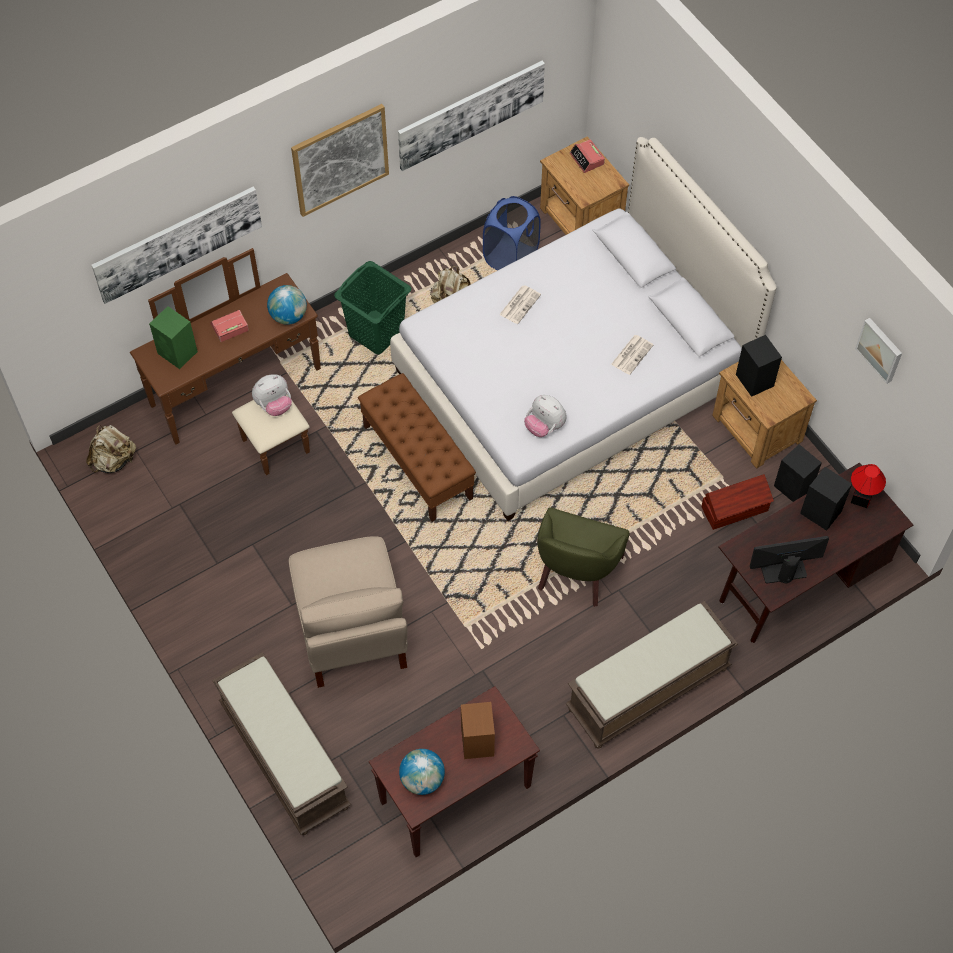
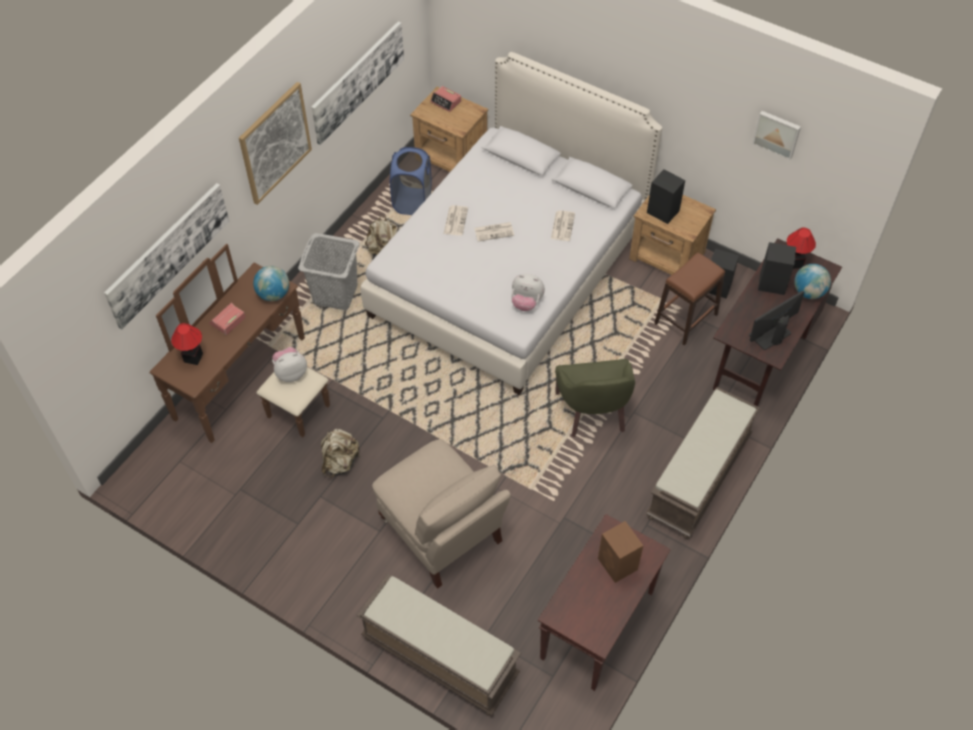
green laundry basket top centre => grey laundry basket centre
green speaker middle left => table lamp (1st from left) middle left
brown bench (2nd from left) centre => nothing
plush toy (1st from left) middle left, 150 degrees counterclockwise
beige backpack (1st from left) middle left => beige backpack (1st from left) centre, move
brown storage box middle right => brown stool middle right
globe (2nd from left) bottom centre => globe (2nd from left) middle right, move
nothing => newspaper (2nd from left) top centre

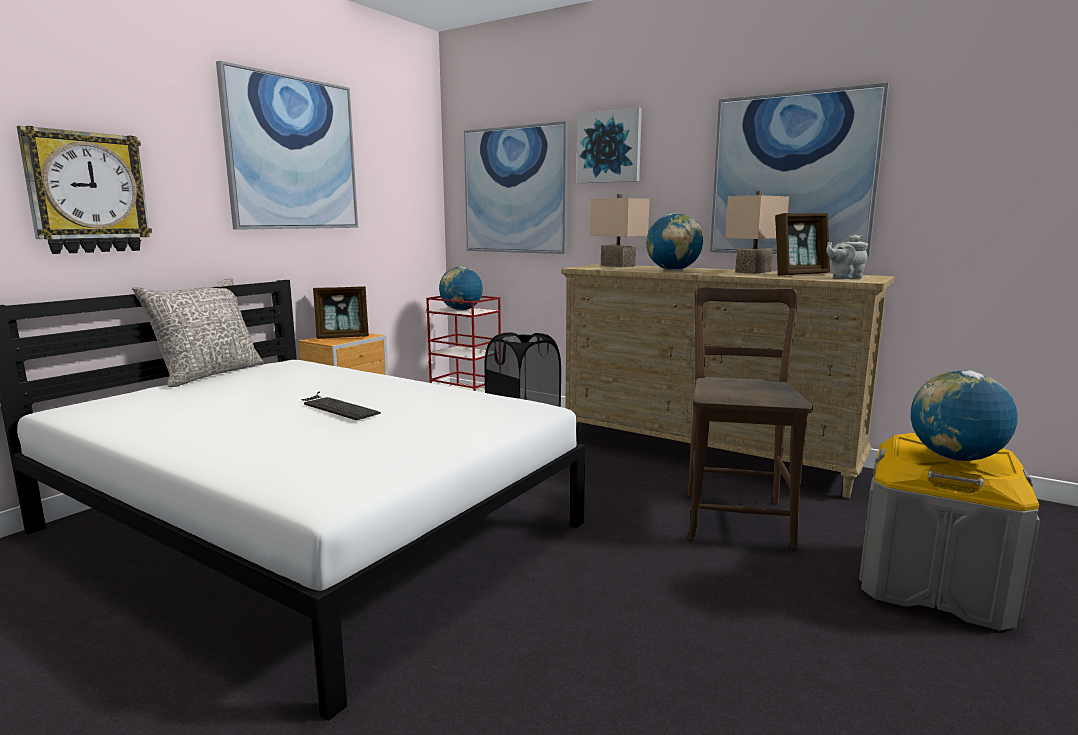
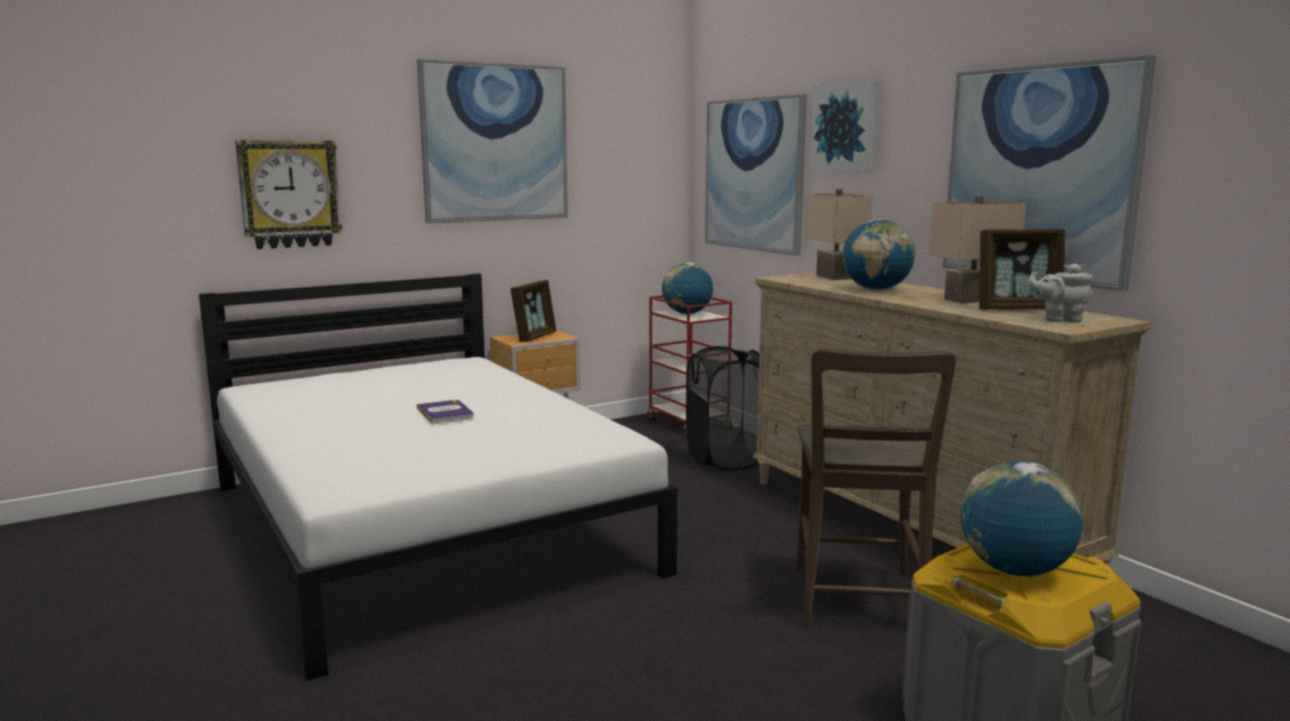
grey pillow middle left => nothing
picture frame (1st from left) middle left => picture frame (1st from left) centre, 75 degrees counterclockwise
brown chair middle right => brown chair bottom right, 150 degrees clockwise
keyboard middle left => book centre

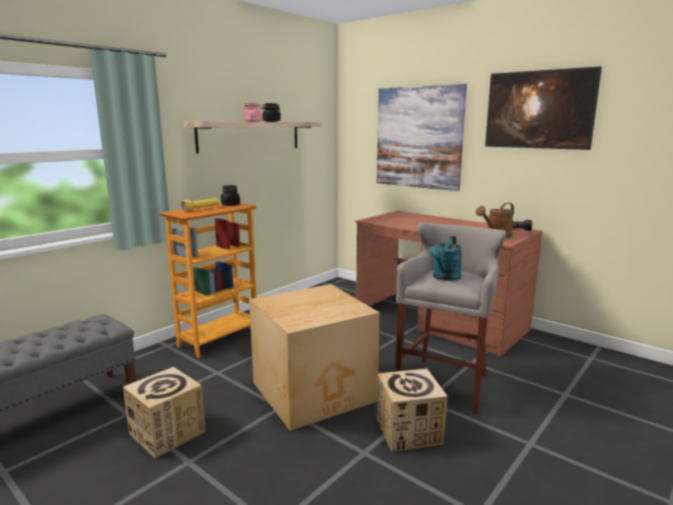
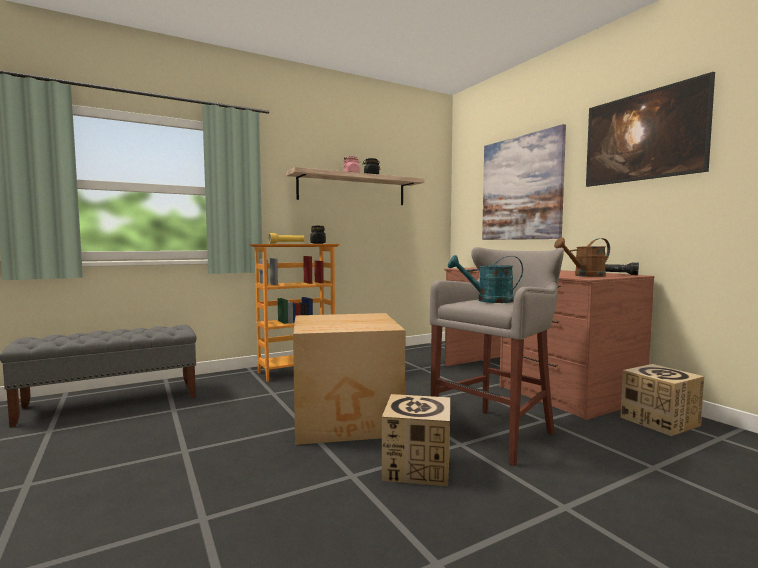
turquoise watering can centre, 45 degrees clockwise
cardboard box (1st from left in the first image) bottom left => cardboard box (3rd from left) bottom right, move

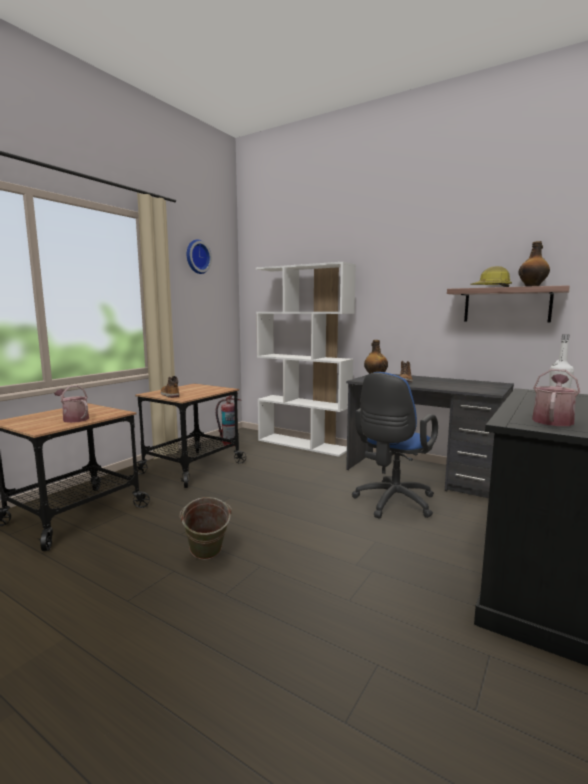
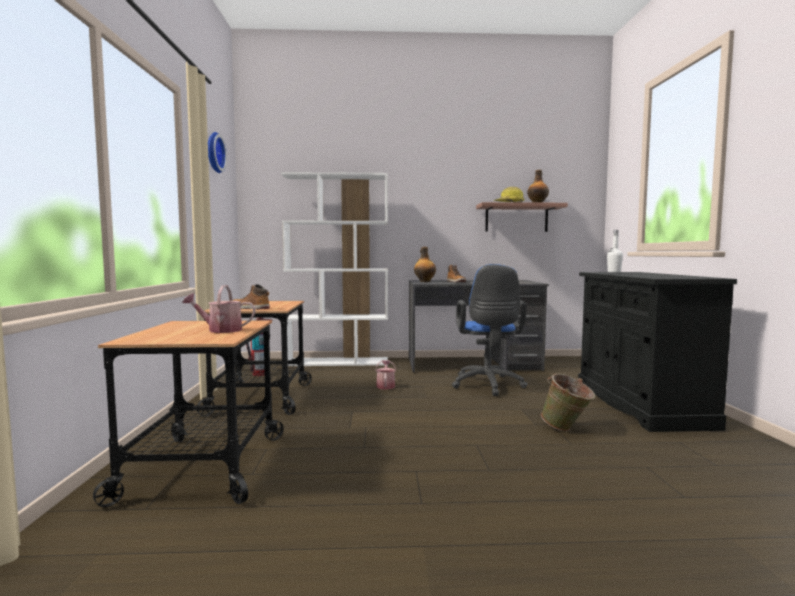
watering can (2nd from left) middle right => watering can (2nd from left) centre, move
green bucket bottom centre => green bucket bottom right, move

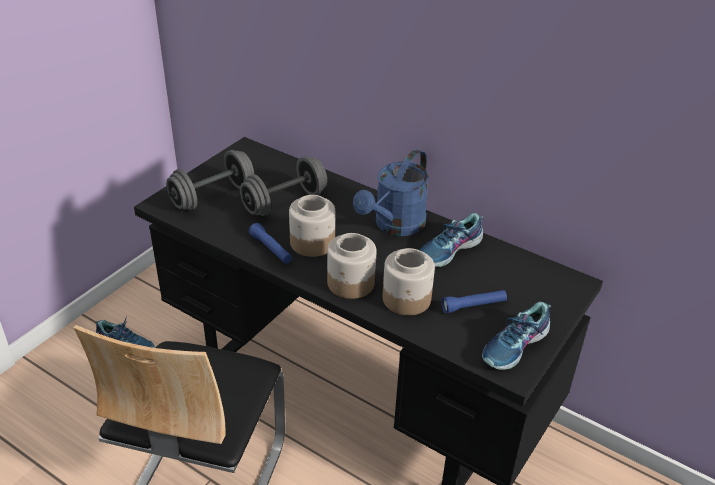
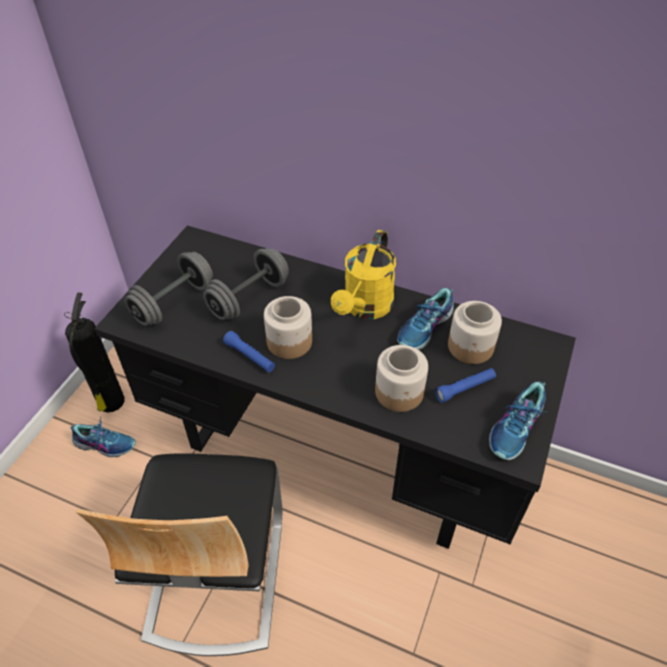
blue watering can centre => yellow watering can centre
jar (2nd from left in the first image) centre => jar (3rd from left) middle right, move
nothing => fire extinguisher middle left

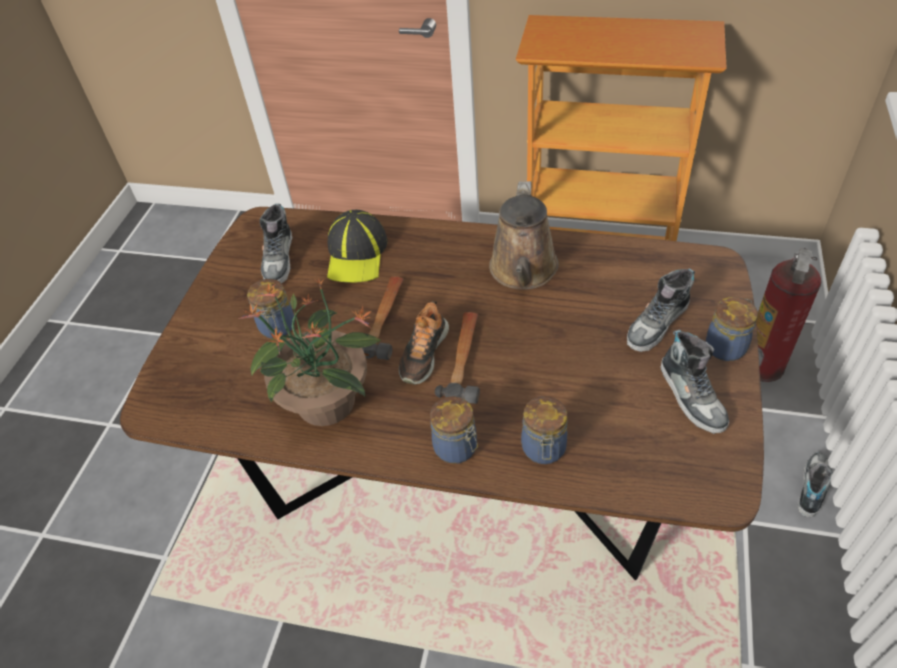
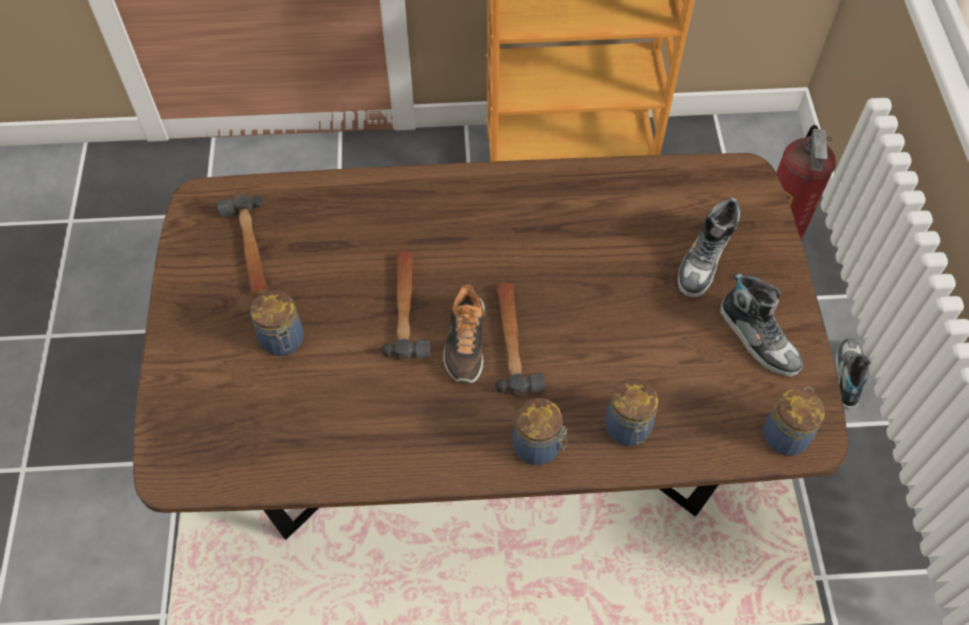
brown watering can centre => nothing
shoe (1st from left) middle left => hammer (1st from left) middle left
cap centre => nothing
potted plant centre => nothing
jar (4th from left) middle right => jar (4th from left) bottom right, move

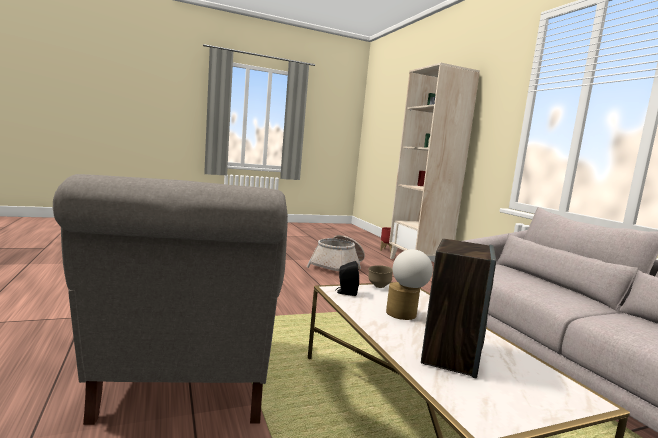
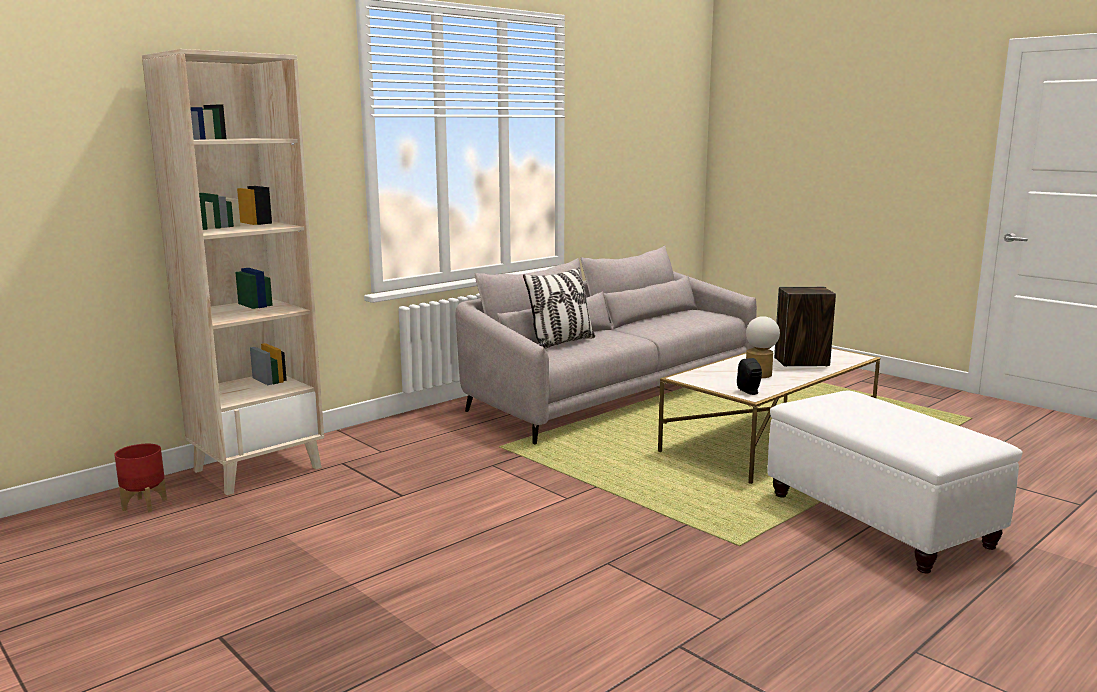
grey armchair bottom left => white ottoman bottom right
basket centre => nothing
brown bowl centre => nothing
nothing => pillow centre

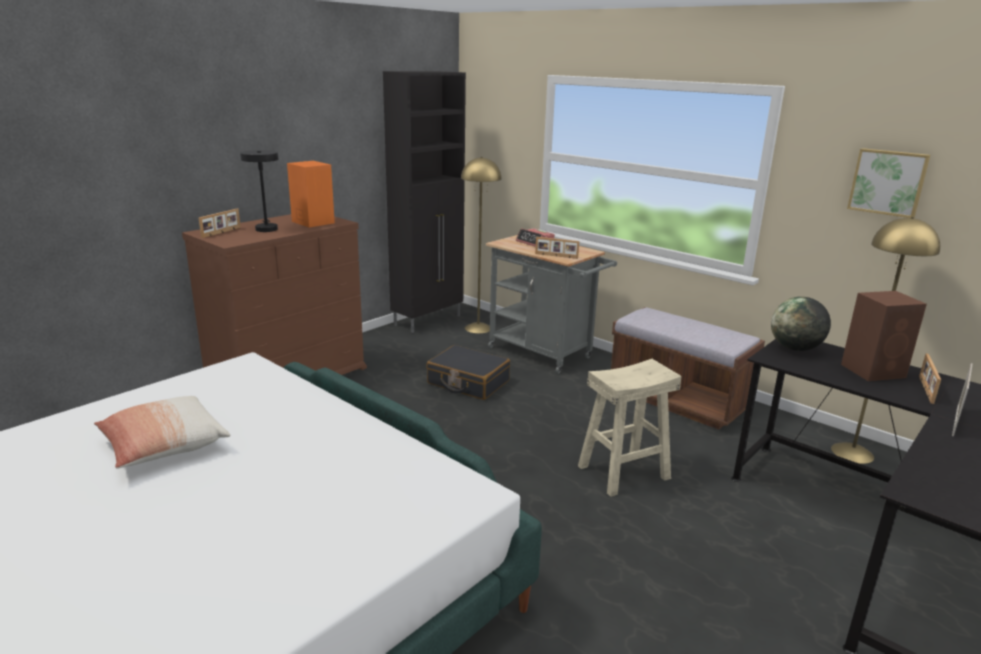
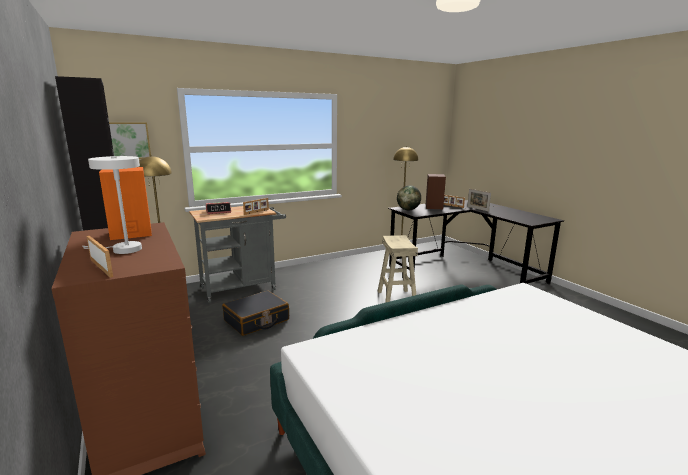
picture top right => picture top left, move
black table lamp top left => white table lamp middle left
brown bench middle right => nothing
pillow middle left => nothing

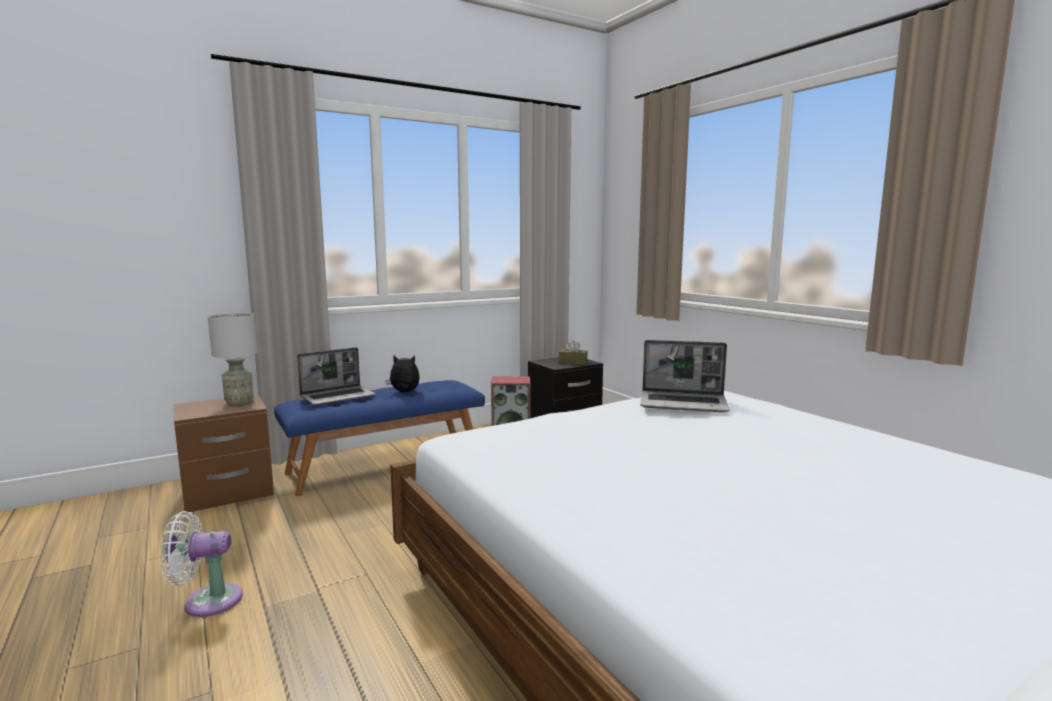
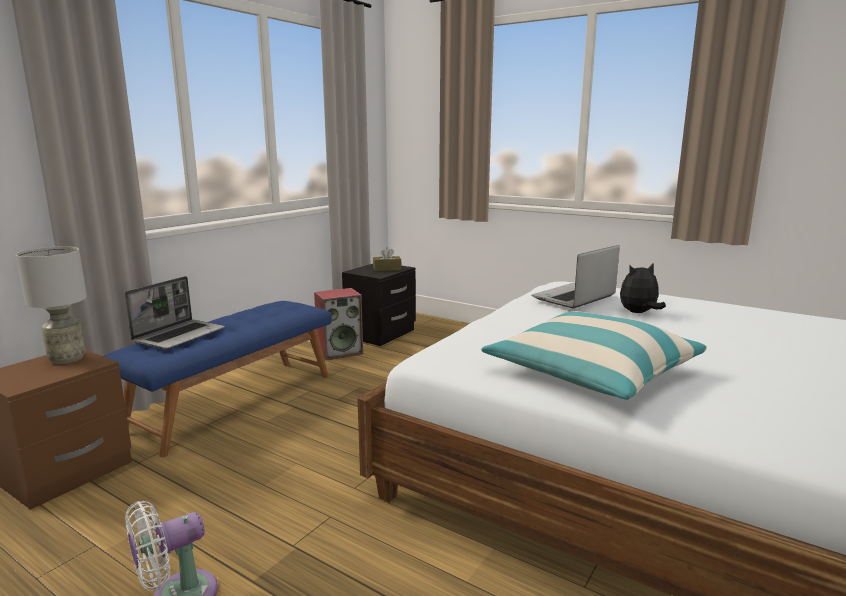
laptop (2nd from left) centre => laptop (2nd from left) middle right, 150 degrees clockwise
plush toy centre => plush toy middle right, move
nothing => pillow middle right

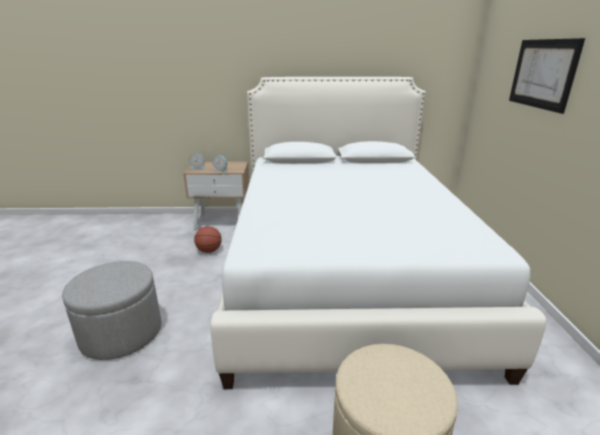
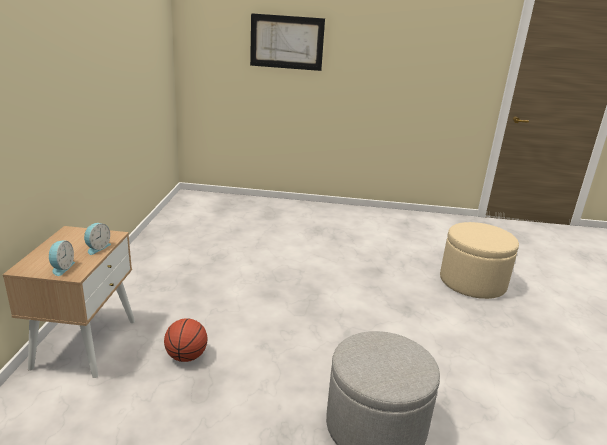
white bed centre => nothing

